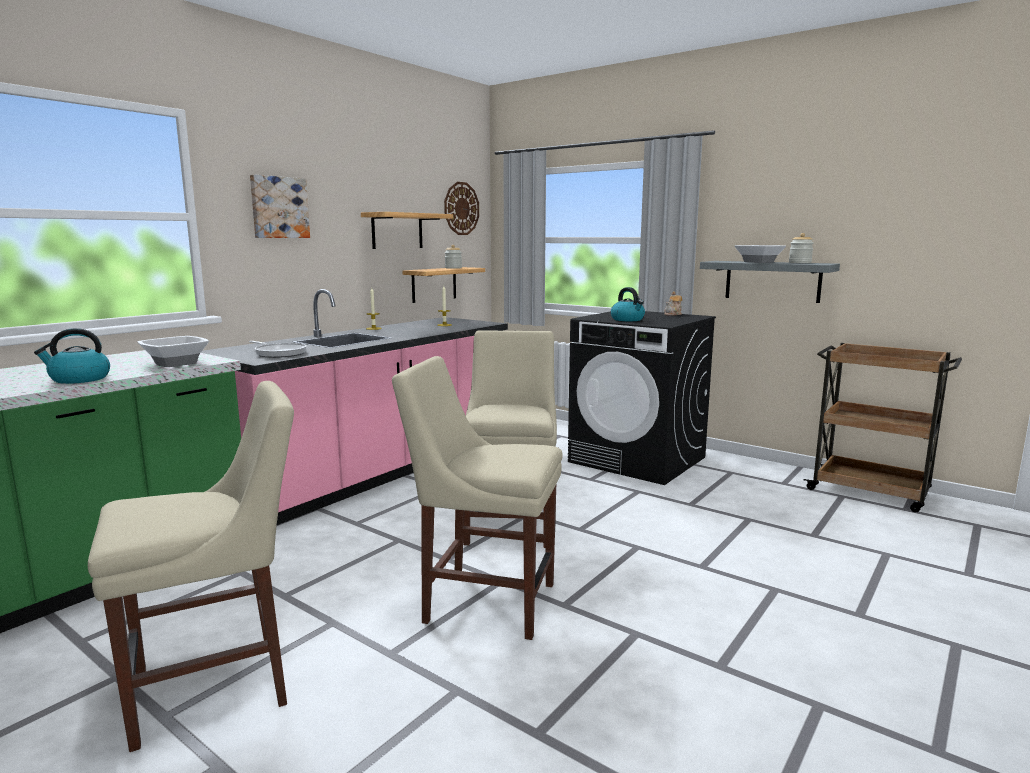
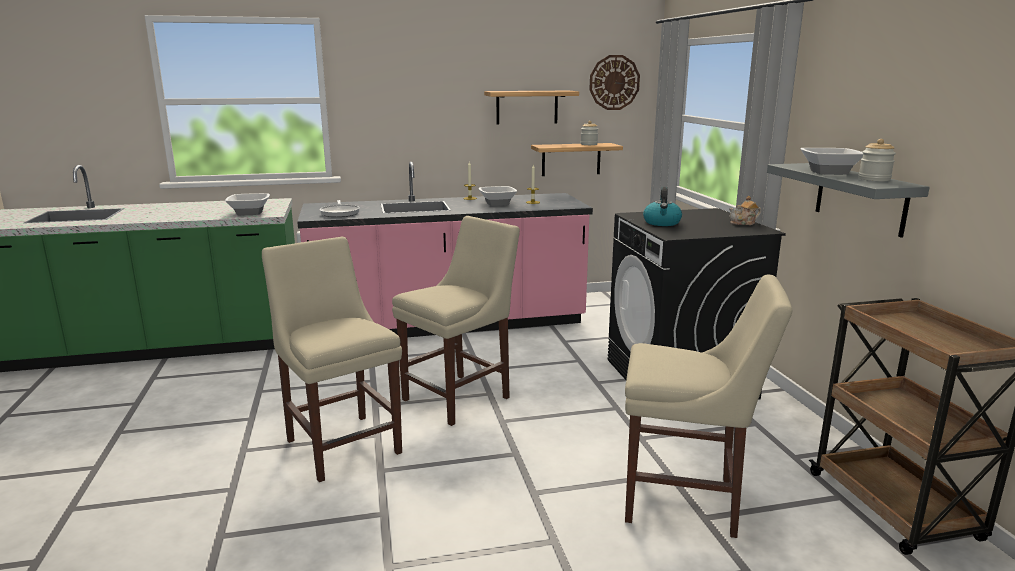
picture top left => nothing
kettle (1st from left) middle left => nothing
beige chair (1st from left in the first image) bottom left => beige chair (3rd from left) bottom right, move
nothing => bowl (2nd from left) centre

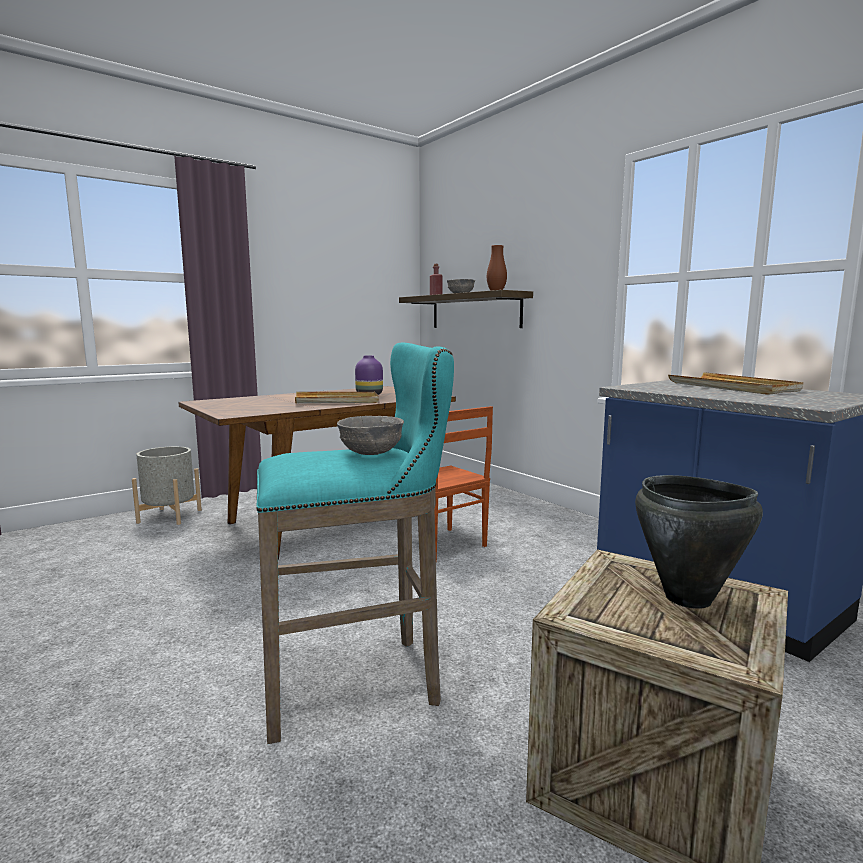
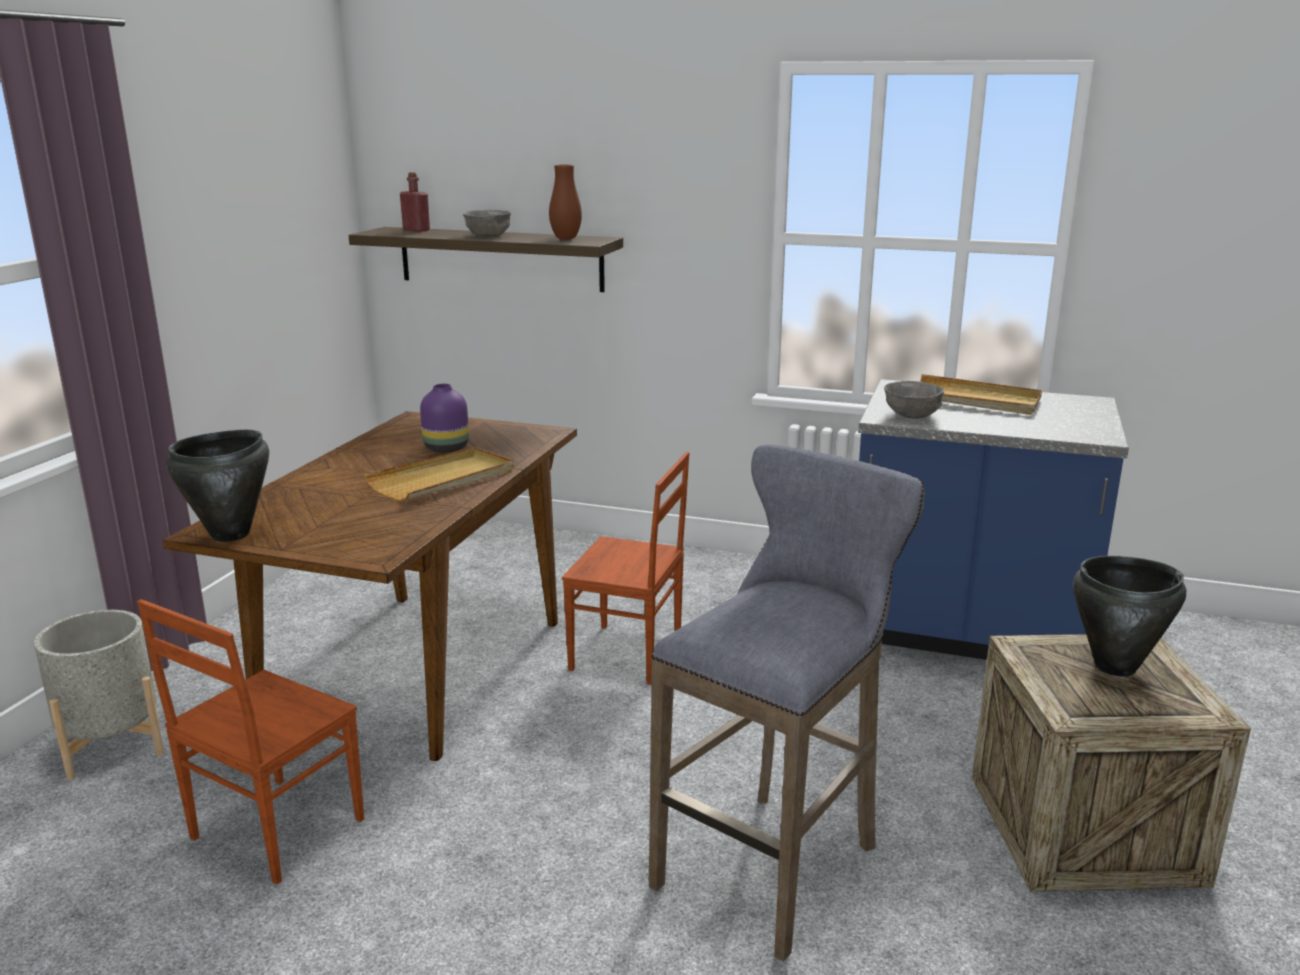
turquoise stool centre => grey stool bottom centre
grey bowl (1st from left in the first image) centre => grey bowl (2nd from left) middle right, move
nothing => black cooking pot (1st from left) middle left
nothing => brown chair (1st from left) bottom left

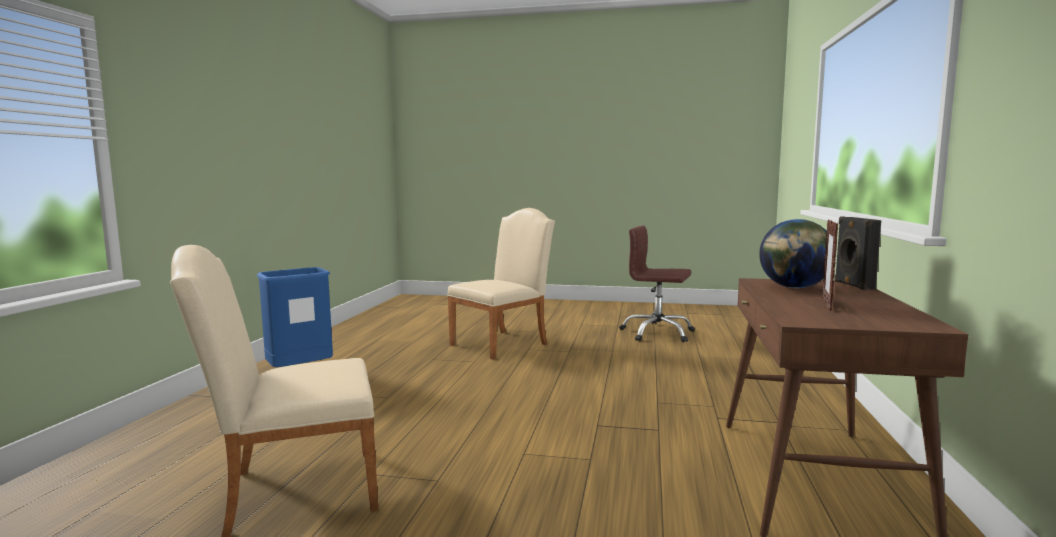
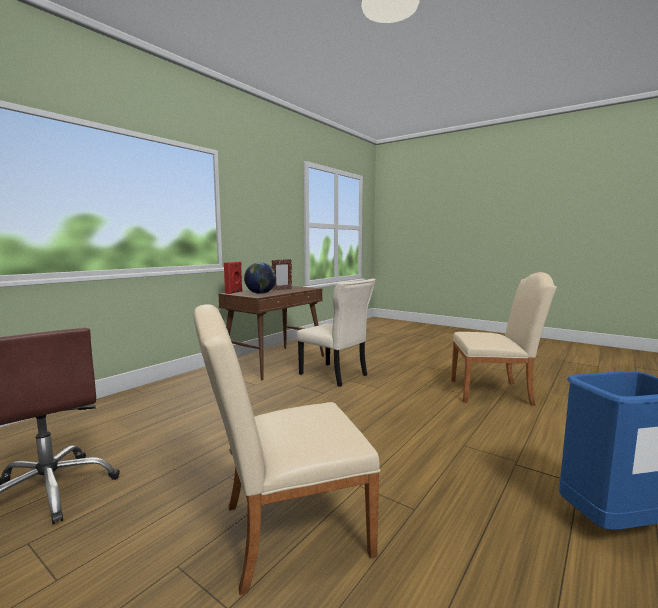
black speaker middle right => red speaker centre
nothing => beige chair (2nd from left) centre

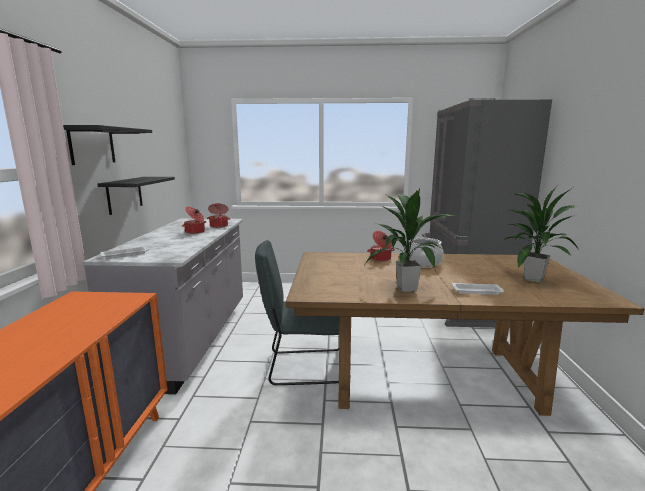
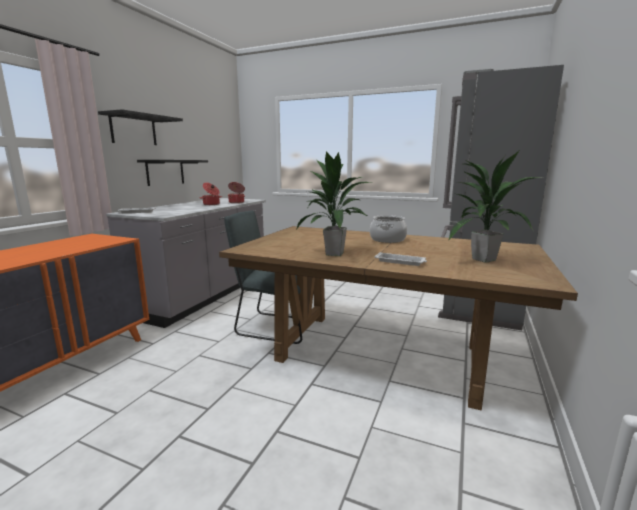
cooking pot (3rd from left) centre => nothing

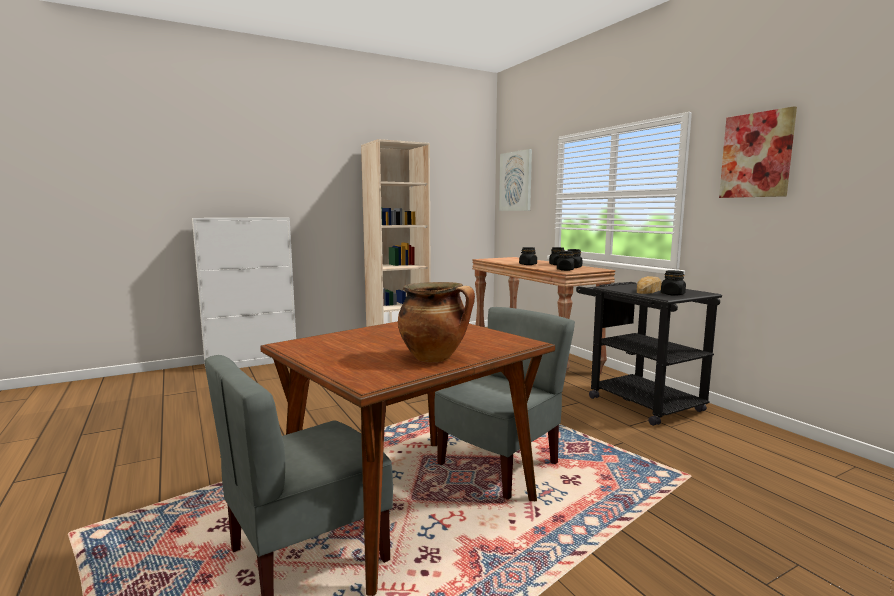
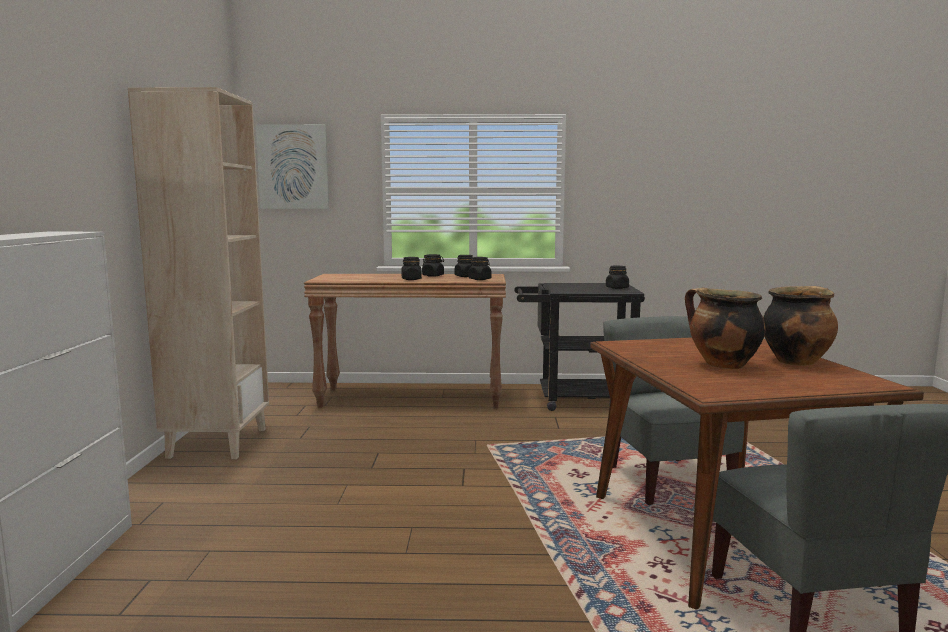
picture (2nd from left) top right => nothing
bread middle right => nothing
nothing => cooking pot (1st from left) middle right

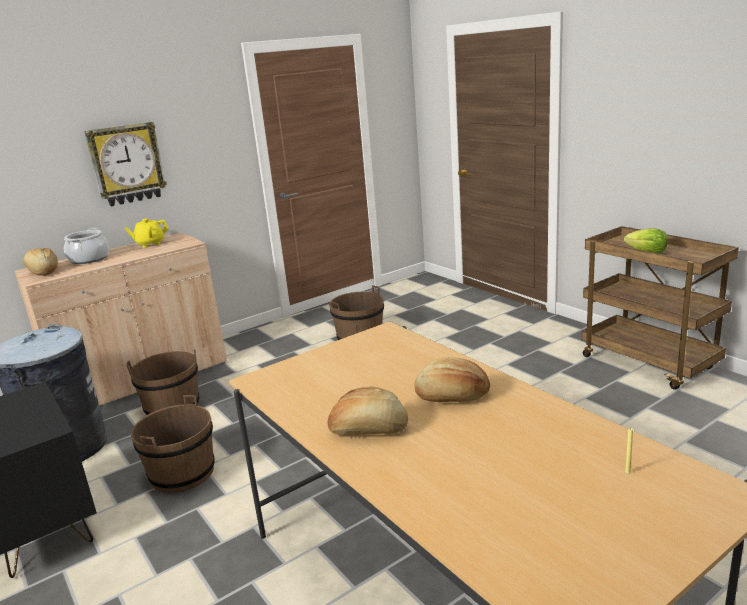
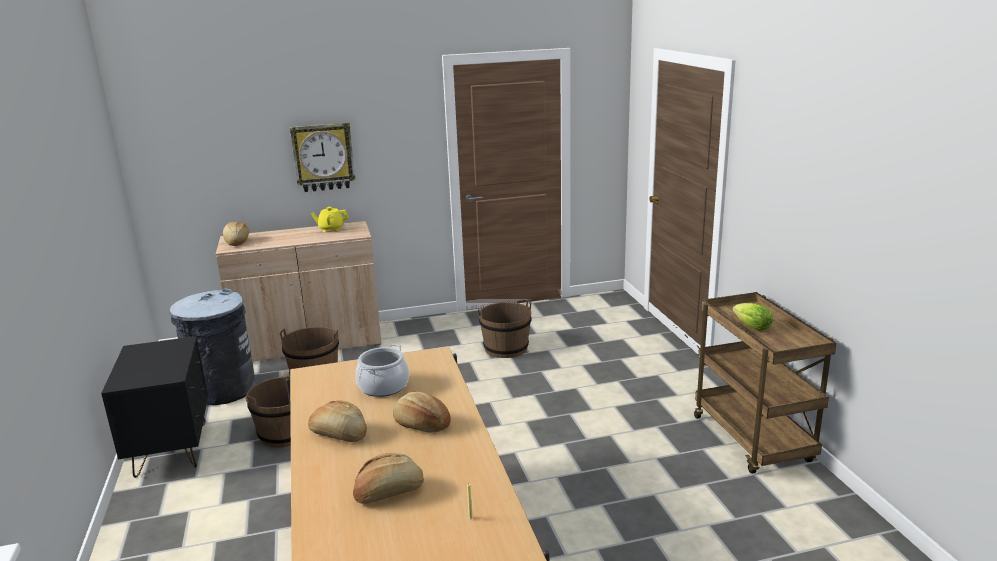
cooking pot middle left => cooking pot centre, move
nothing => bread (3rd from left) bottom centre

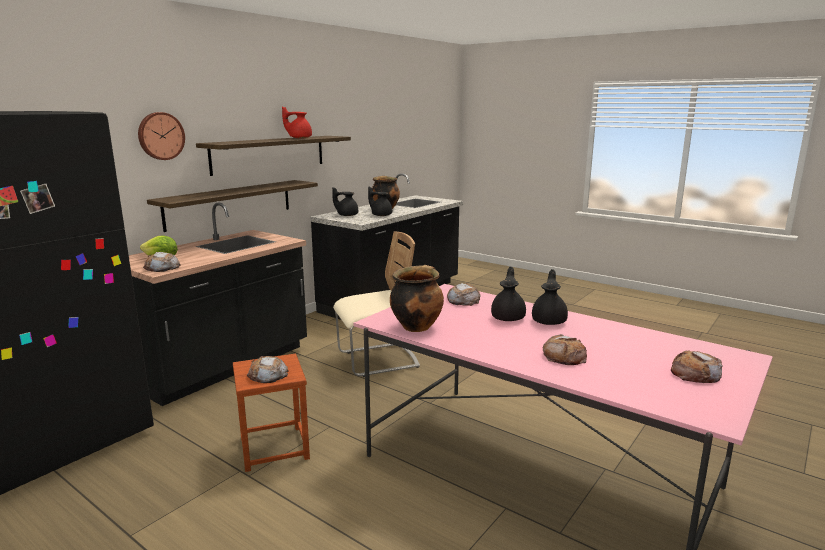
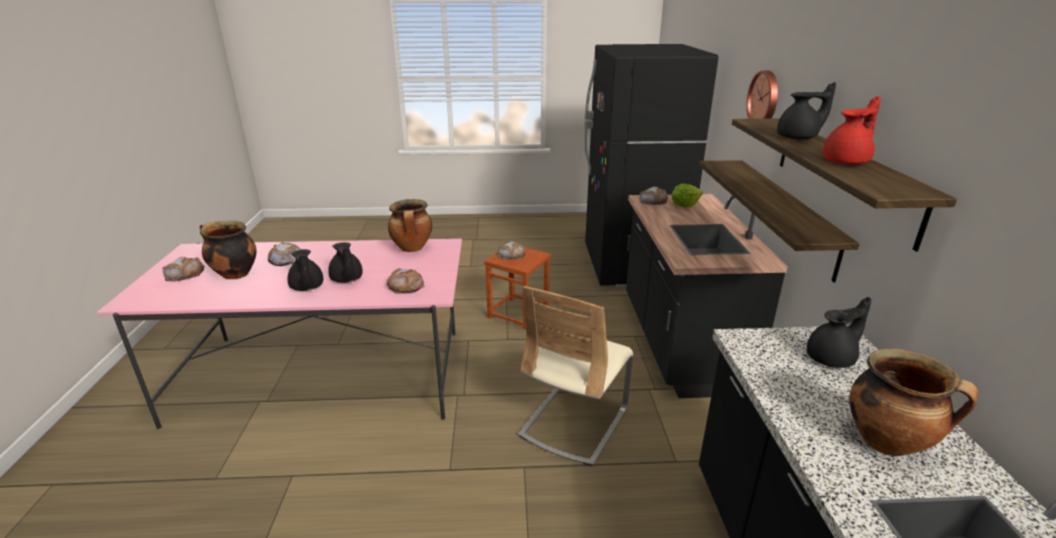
black teapot (2nd from left in the first image) centre => black teapot (3rd from left) top right, move
nothing => cooking pot (1st from left) middle left

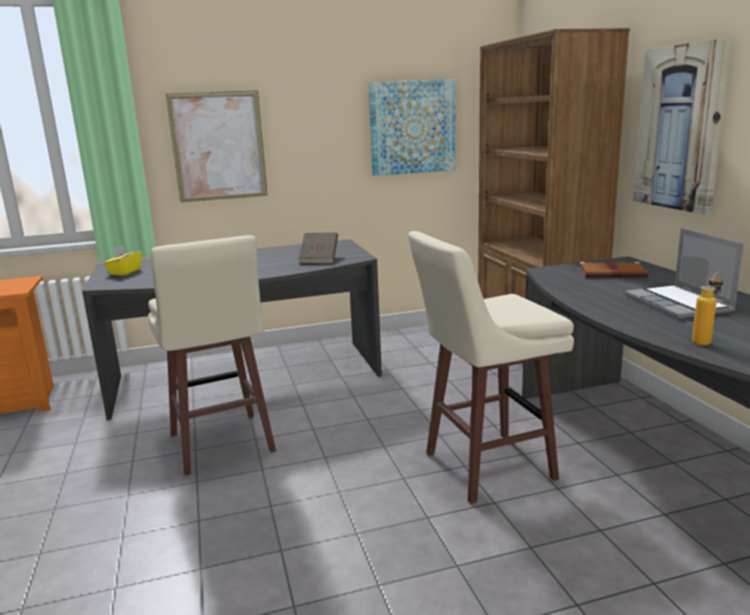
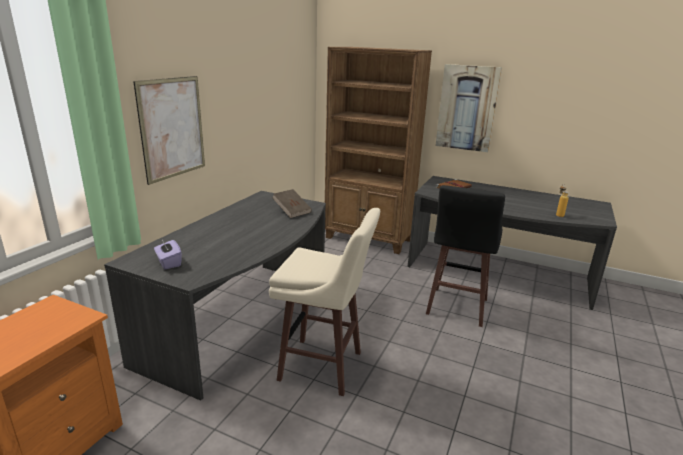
picture (2nd from left) top centre => nothing
laptop middle right => nothing
beige stool (2nd from left) centre => black stool middle right
yellow tissue box middle left => purple tissue box middle left

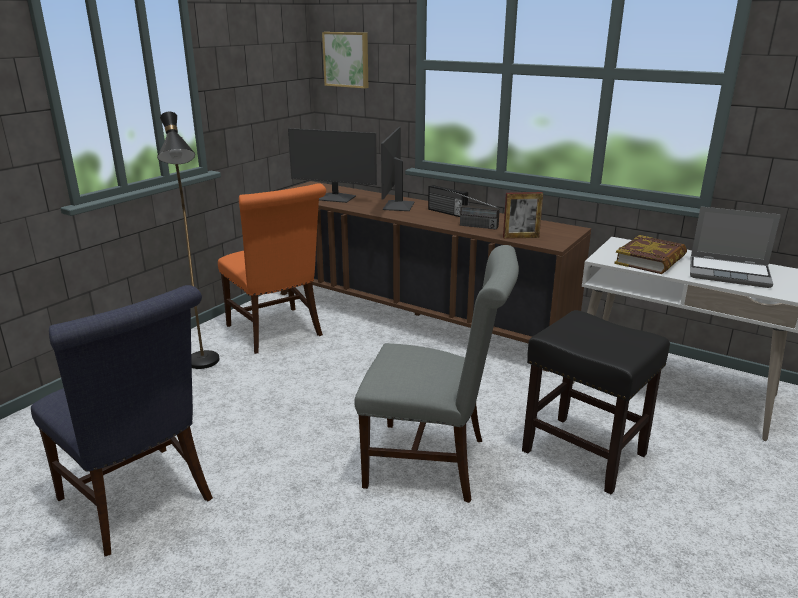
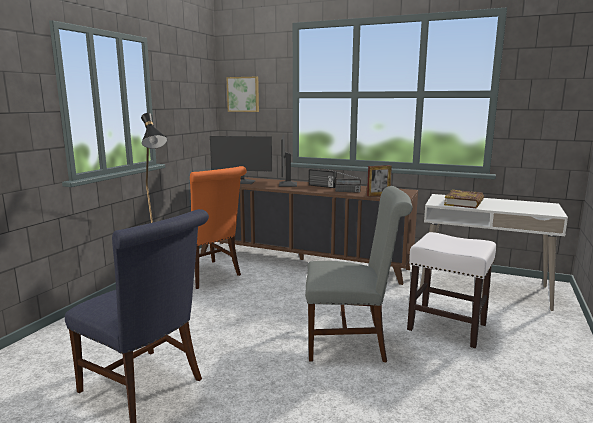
laptop middle right => nothing
black stool bottom right => white stool bottom right

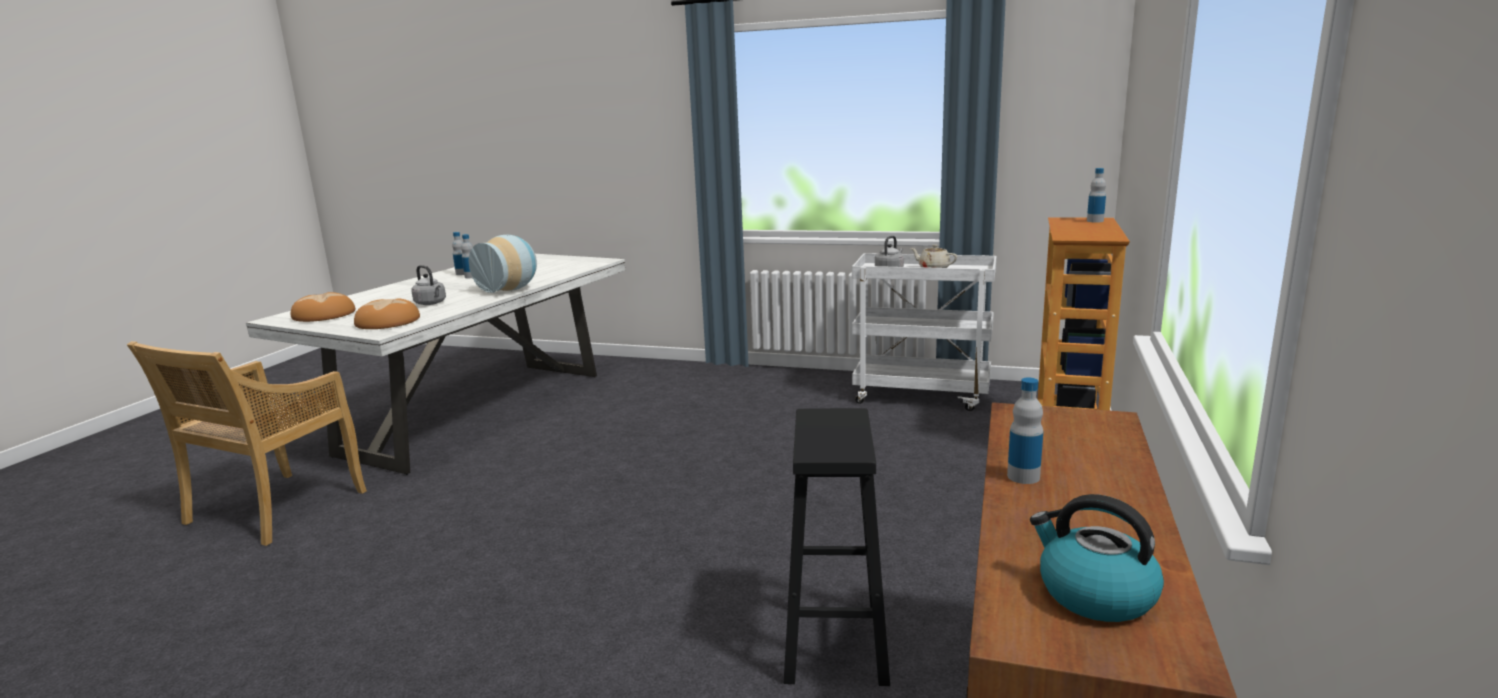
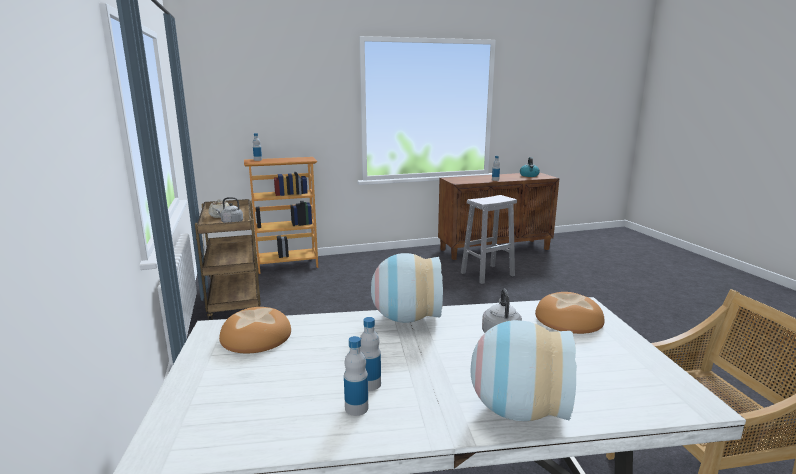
white cart centre => brown cart middle left
bread (1st from left) middle left => bread (1st from left) bottom left, move
black stool bottom centre => white stool centre
nothing => vase (2nd from left) bottom centre

